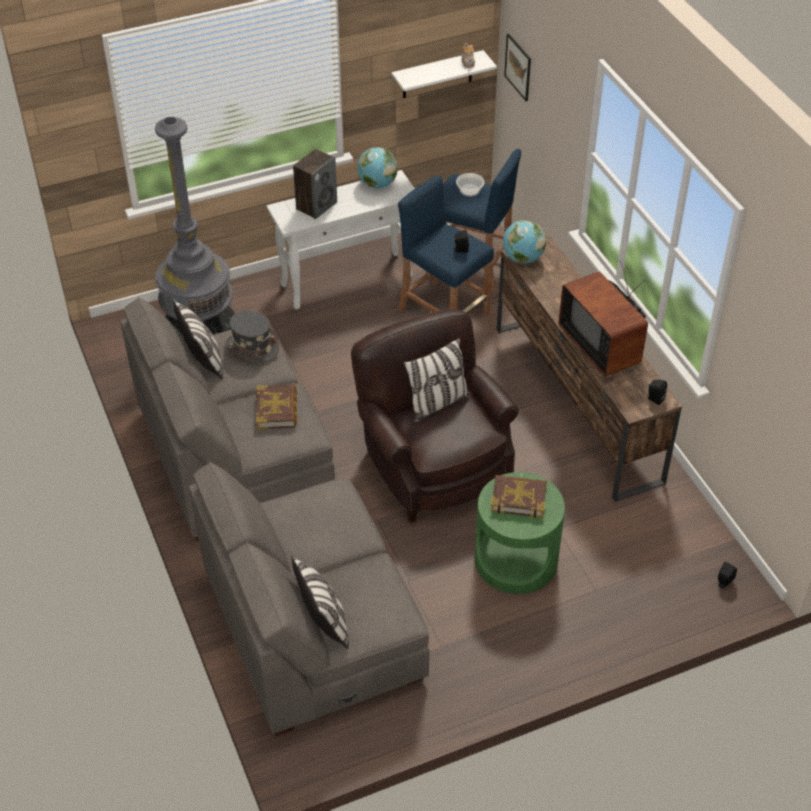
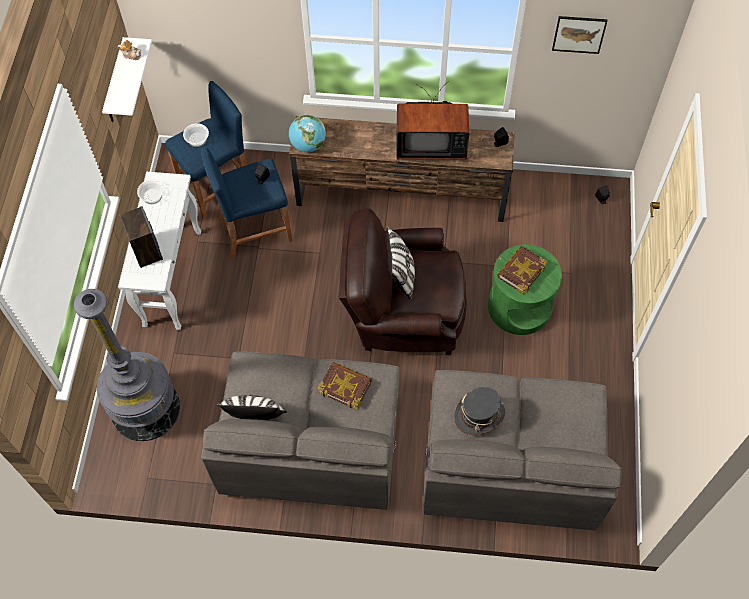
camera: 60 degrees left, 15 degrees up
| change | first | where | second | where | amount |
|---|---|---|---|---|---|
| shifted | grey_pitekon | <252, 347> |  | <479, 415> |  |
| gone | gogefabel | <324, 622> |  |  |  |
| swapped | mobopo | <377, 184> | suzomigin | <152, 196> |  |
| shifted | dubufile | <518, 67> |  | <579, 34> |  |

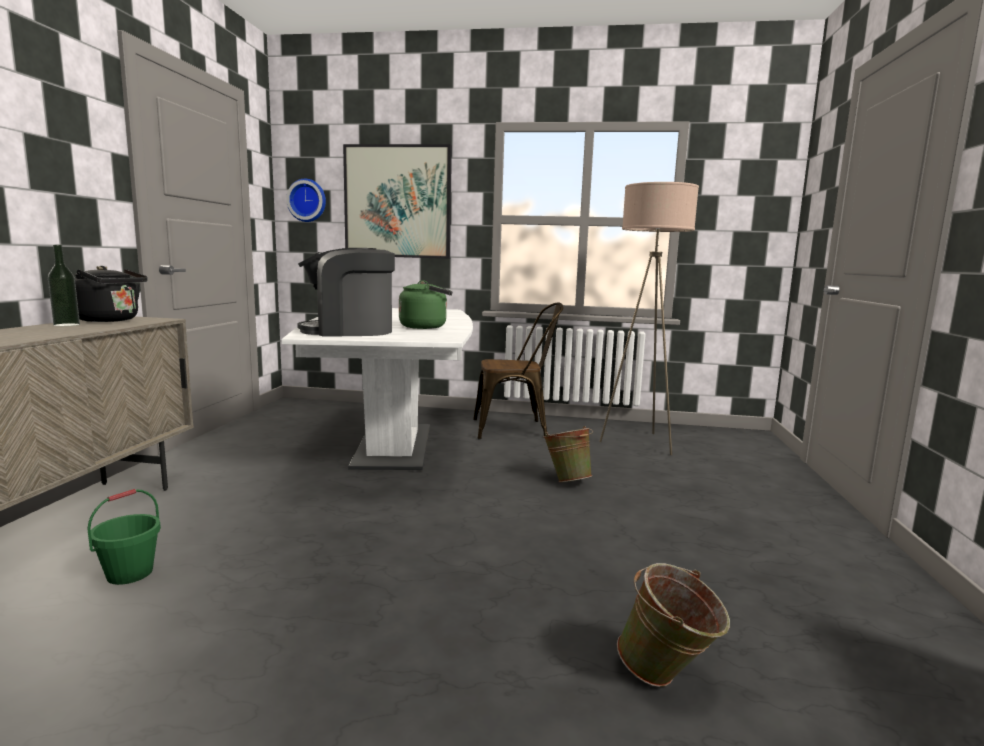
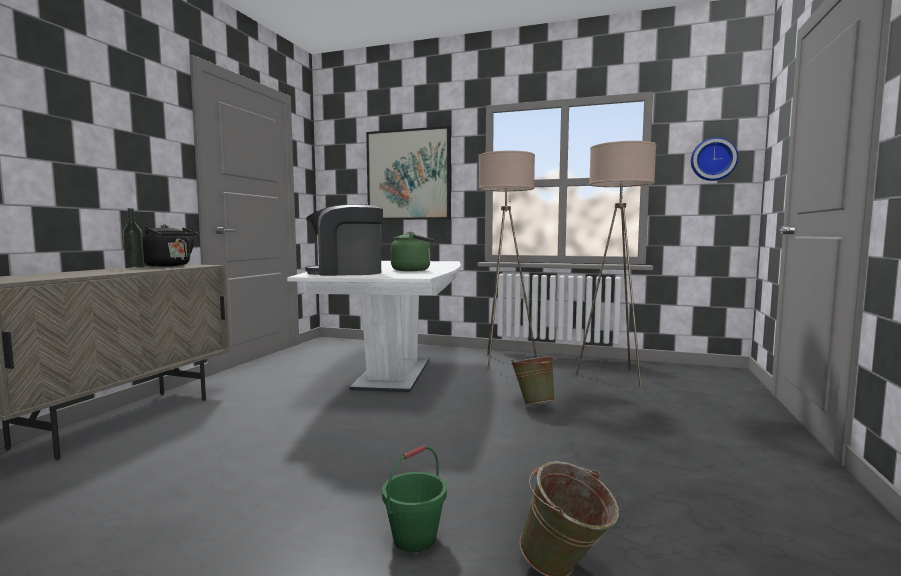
camera: 10 degrees right, 5 degrees down
| change | first | where | second | where | amount |
|---|---|---|---|---|---|
| shifted | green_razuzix | <130, 574> |  | <415, 539> |  |
| shifted | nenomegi | <307, 200> |  | <713, 159> |  |
| swapped | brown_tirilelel | <516, 428> | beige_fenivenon | <504, 362> |  |

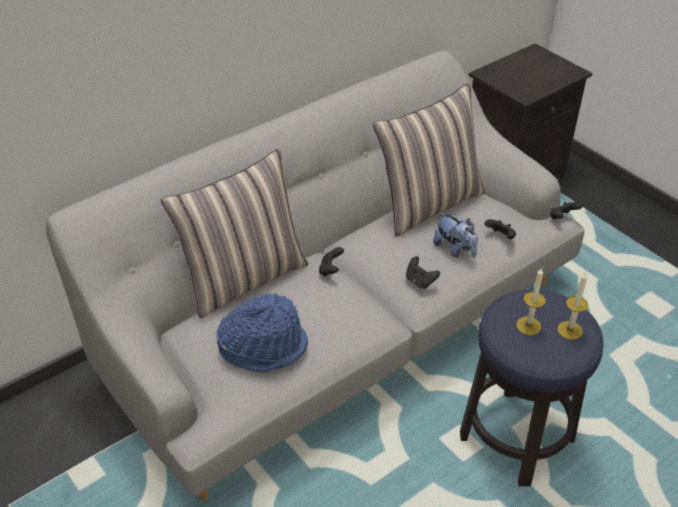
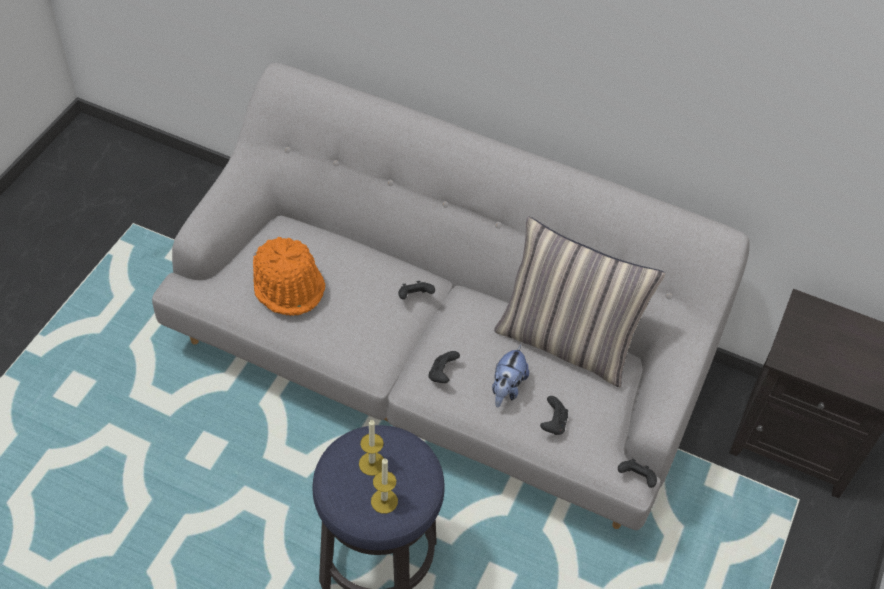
camera: 60 degrees right, 10 degrees up
| change | first | where | second | where | amount |
|---|---|---|---|---|---|
| gone | gogefabel | <244, 278> |  |  |  |
| repainted | blue_pitekon | <264, 346> | orange_pitekon | <289, 286> |  |

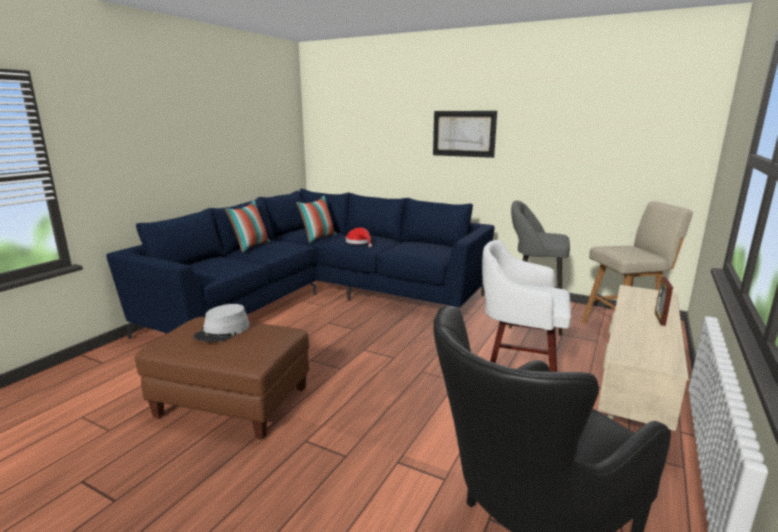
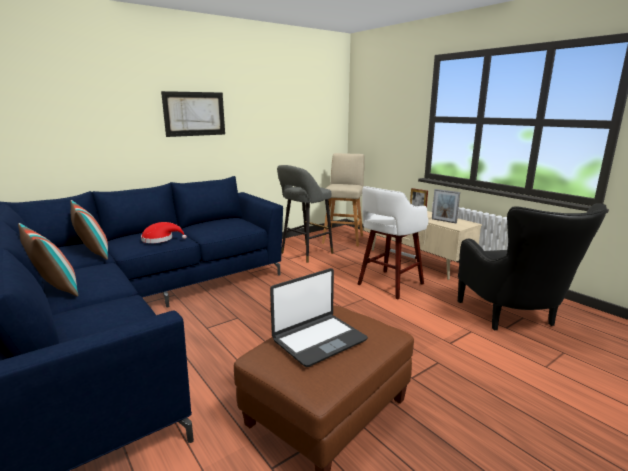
camera: 65 degrees left, 0 degrees up
| change | first | where | second | where | amount |
|---|---|---|---|---|---|
| swapped | grey_pitekon | <223, 331> | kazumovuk | <318, 340> |  |
| new |  |  | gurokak | <443, 221> |  |

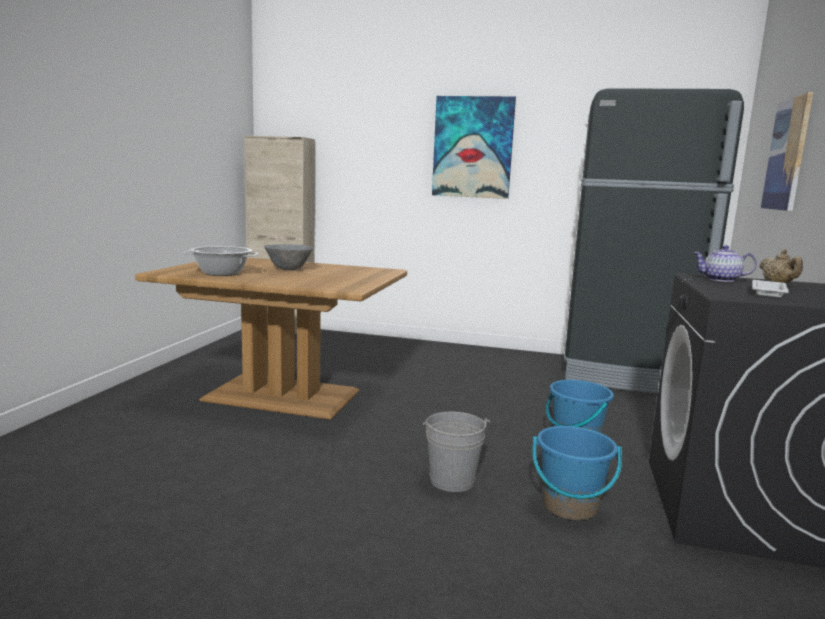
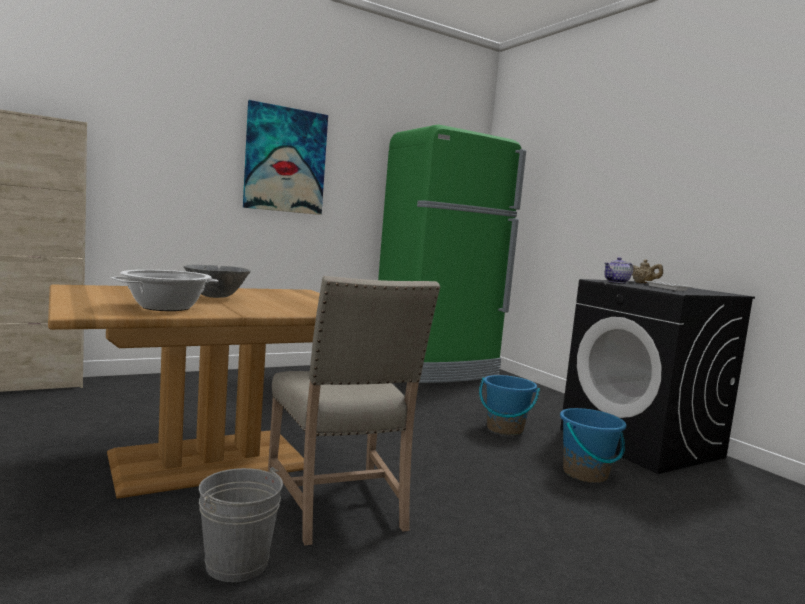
camera: 45 degrees left, 5 degrees down
| change | first | where | second | where | amount |
|---|---|---|---|---|---|
| shifted | grey_razuzix | <452, 480> |  | <236, 564> |  |
| repainted | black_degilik | <627, 375> | green_degilik | <436, 370> |  |
| gone | dubufile | <787, 155> |  |  |  |
| new |  |  | beige_tirilelel | <339, 506> |  |

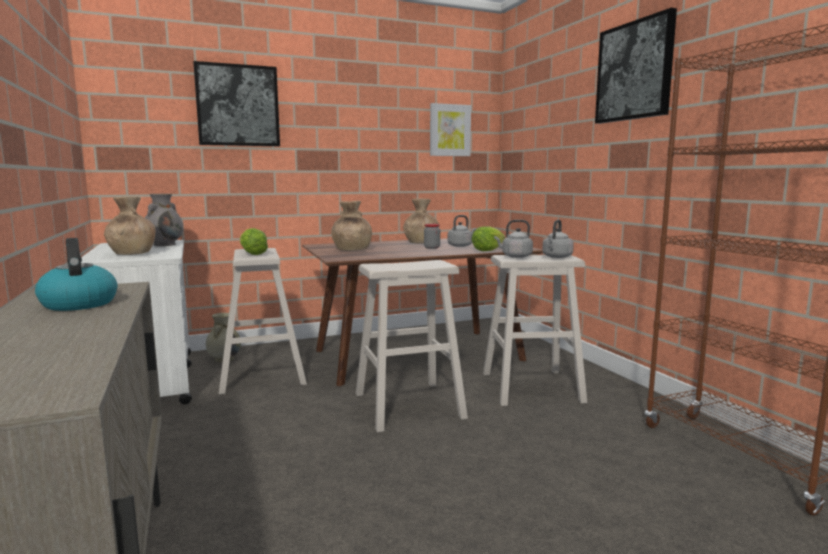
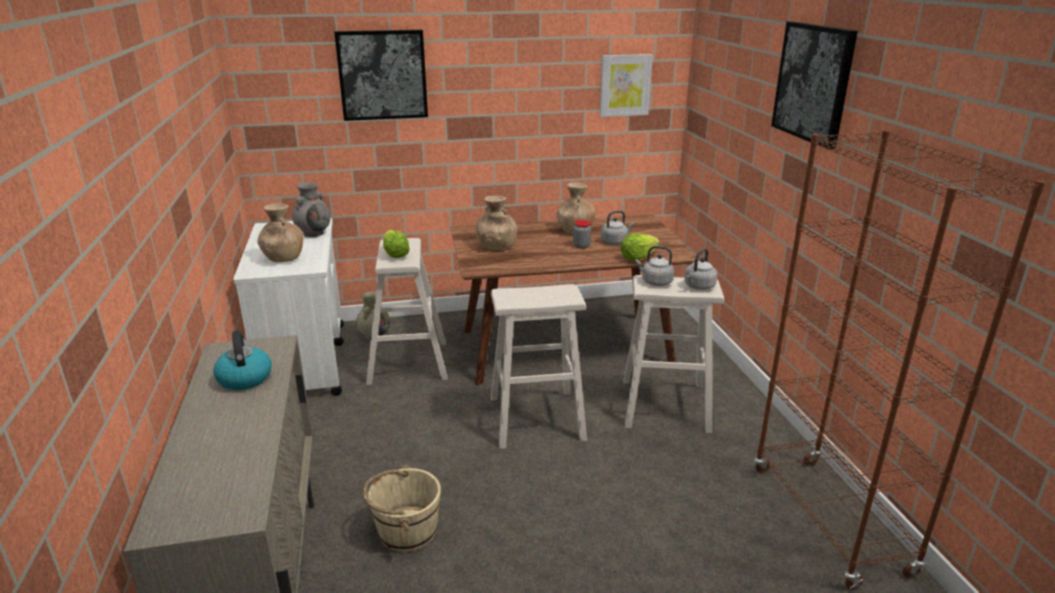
camera: 10 degrees right, 15 degrees up
| change | first | where | second | where | amount |
|---|---|---|---|---|---|
| new |  |  | beige_razuzix | <406, 531> |  |

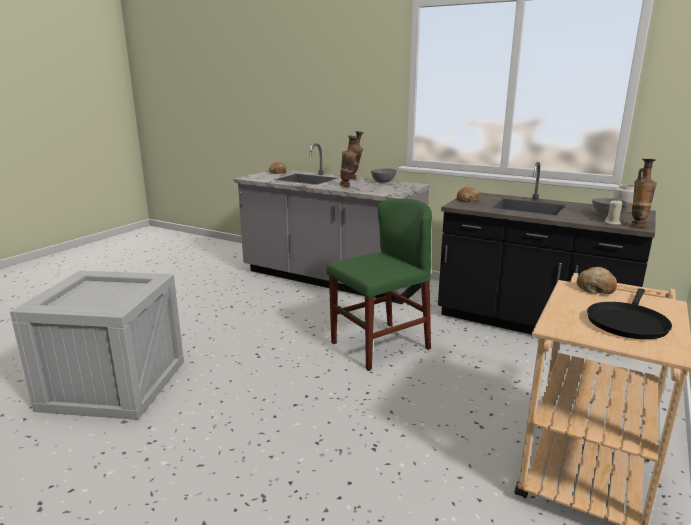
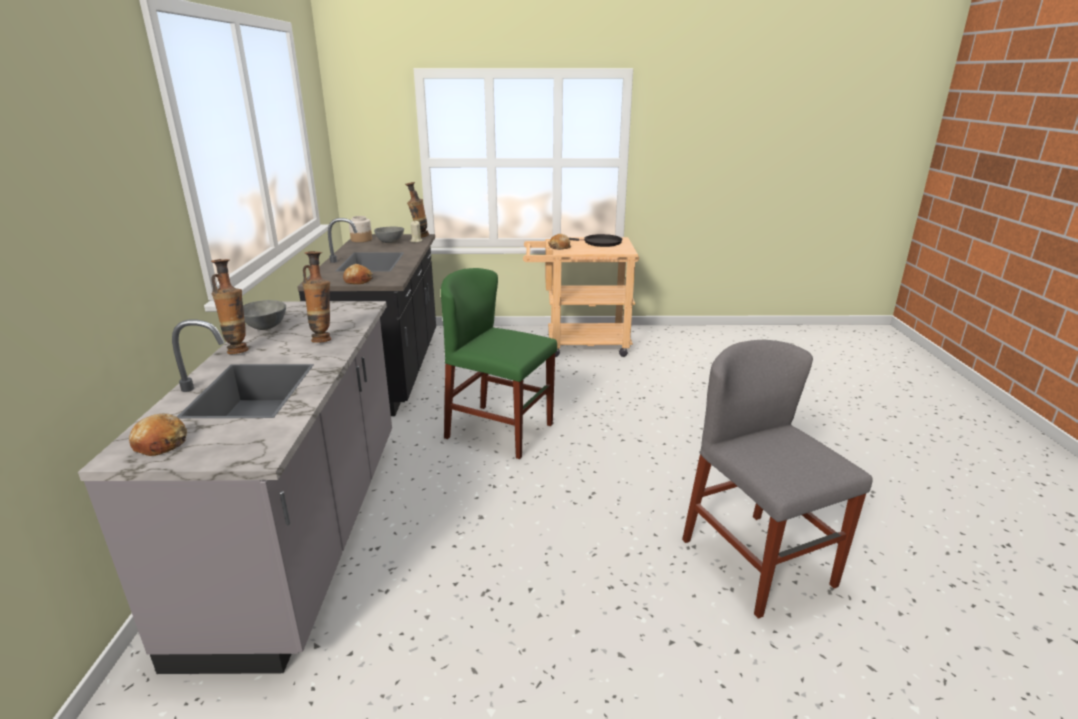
camera: 120 degrees left, 5 degrees up
| change | first | where | second | where | amount |
|---|---|---|---|---|---|
| swapped | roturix | <115, 386> | grey_tirilelel | <757, 562> |  |

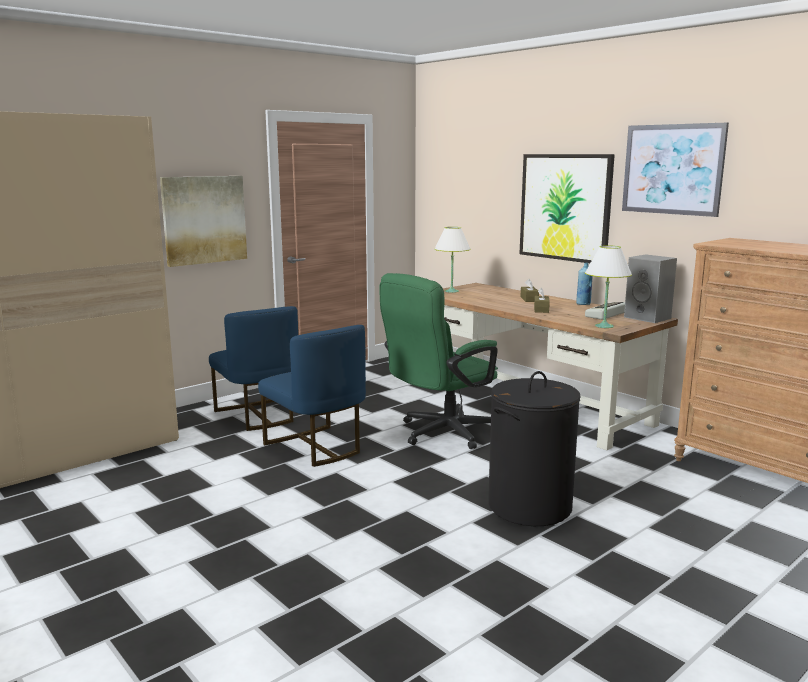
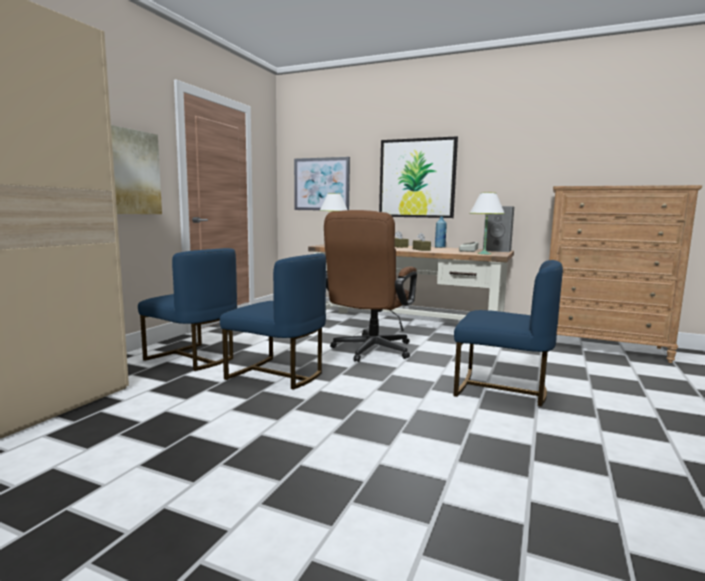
camera: 25 degrees left, 5 degrees down
| change | first | where | second | where | amount |
|---|---|---|---|---|---|
| repainted | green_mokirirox | <441, 434> | brown_mokirirox | <369, 351> |  |
| swapped | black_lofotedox | <529, 506> | blue_tirilelel | <501, 389> |  |
| shifted | dubufile | <672, 169> |  | <321, 184> |  |

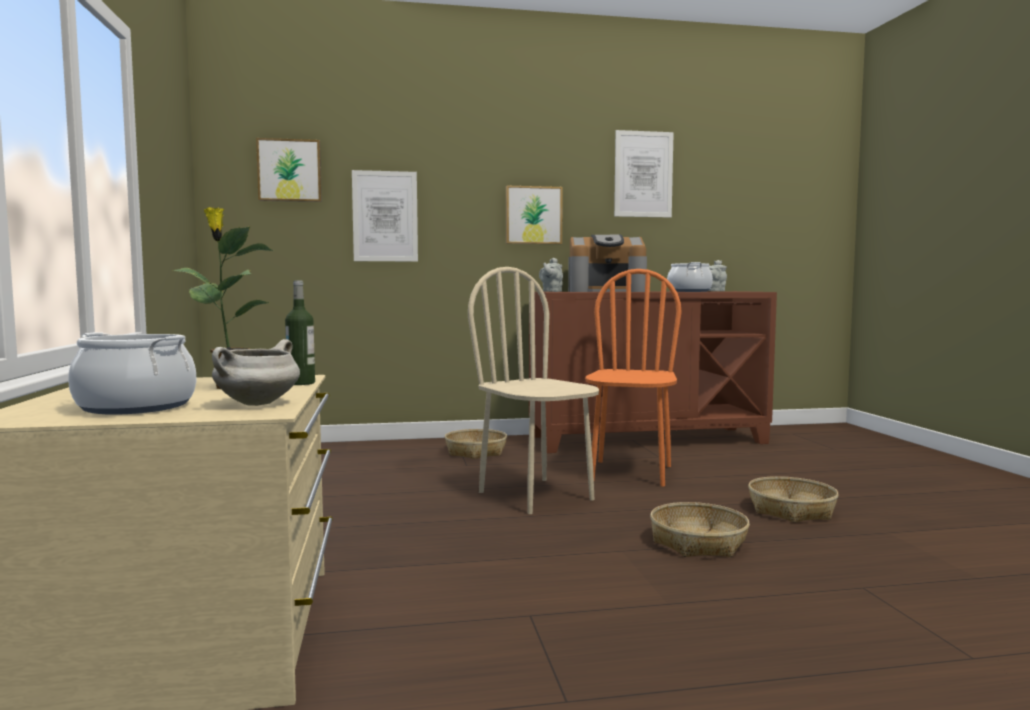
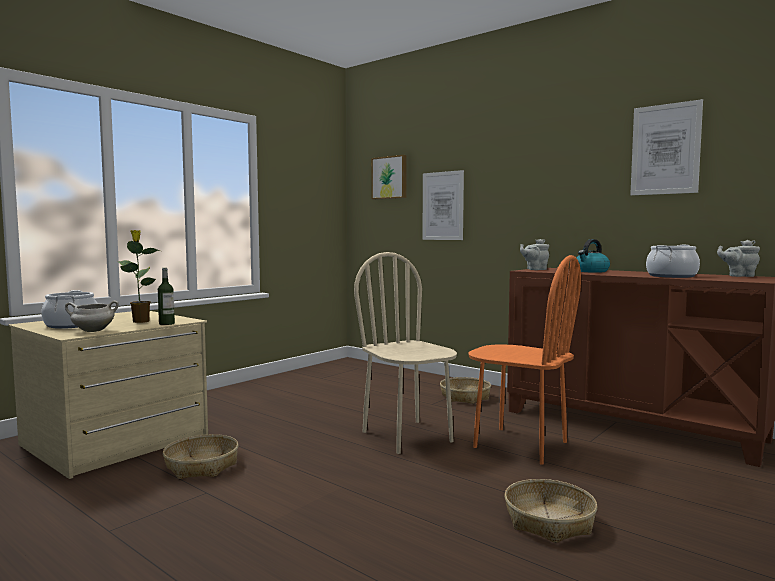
camera: 50 degrees right, 0 degrees up
| change | first | where | second | where | amount |
|---|---|---|---|---|---|
| rotated | beige_tirilelel | <536, 495> |  | <407, 436> | 45 degrees counterclockwise |
| gone | dubufile | <533, 215> |  |  |  |
| swapped | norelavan | <606, 291> | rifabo | <591, 271> |  |
| rotated | orange_tirilelel | <630, 473> |  | <520, 445> | 60 degrees clockwise |
| shifted | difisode | <698, 542> |  | <202, 466> |  |

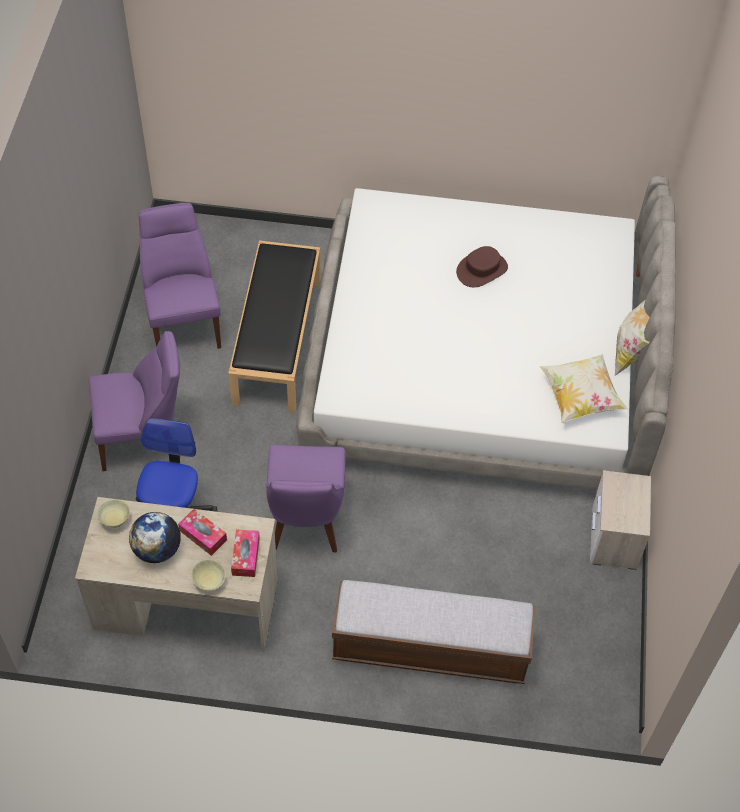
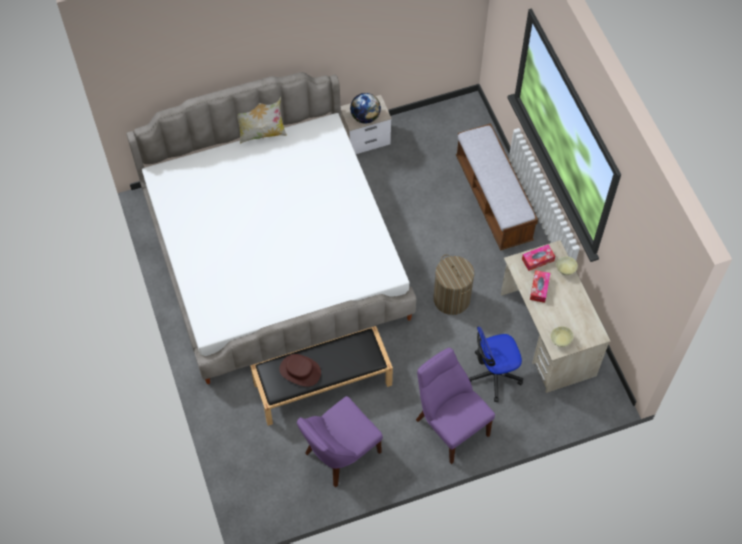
camera: 115 degrees left, 5 degrees up
| change | first | where | second | where | amount |
|---|---|---|---|---|---|
| shifted | mobopo | <157, 549> |  | <365, 117> |  |
| swapped | purple_tirilelel | <305, 520> | lofotedox | <451, 299> |  |
| shifted | brown_pitekon | <481, 269> |  | <300, 371> |  |
| gone | gogefabel | <580, 398> |  |  |  |

